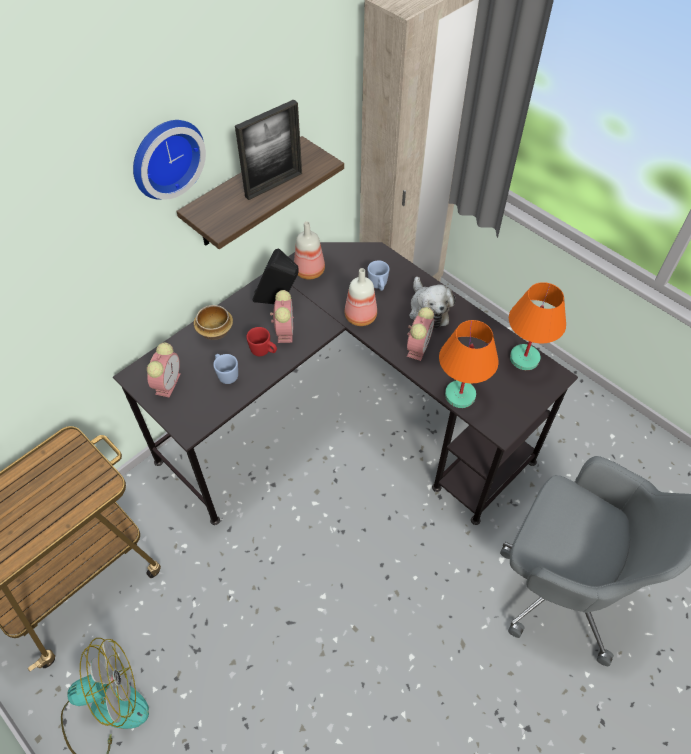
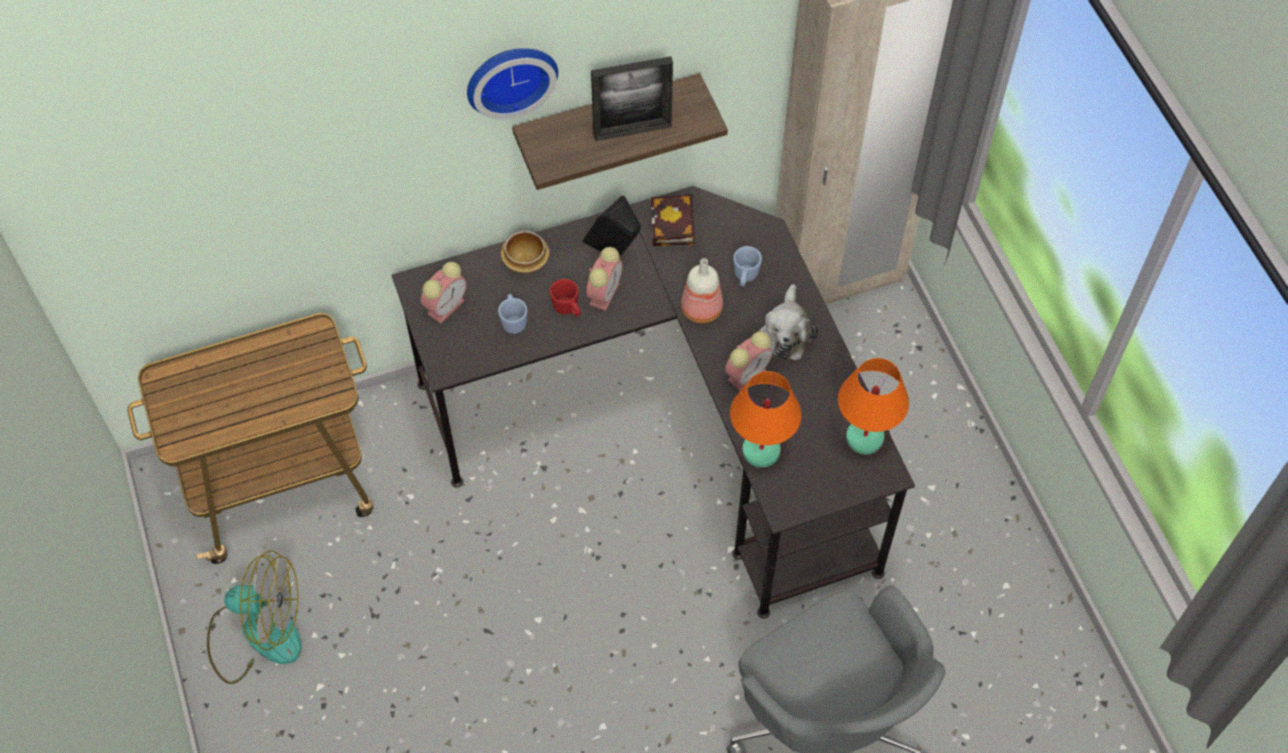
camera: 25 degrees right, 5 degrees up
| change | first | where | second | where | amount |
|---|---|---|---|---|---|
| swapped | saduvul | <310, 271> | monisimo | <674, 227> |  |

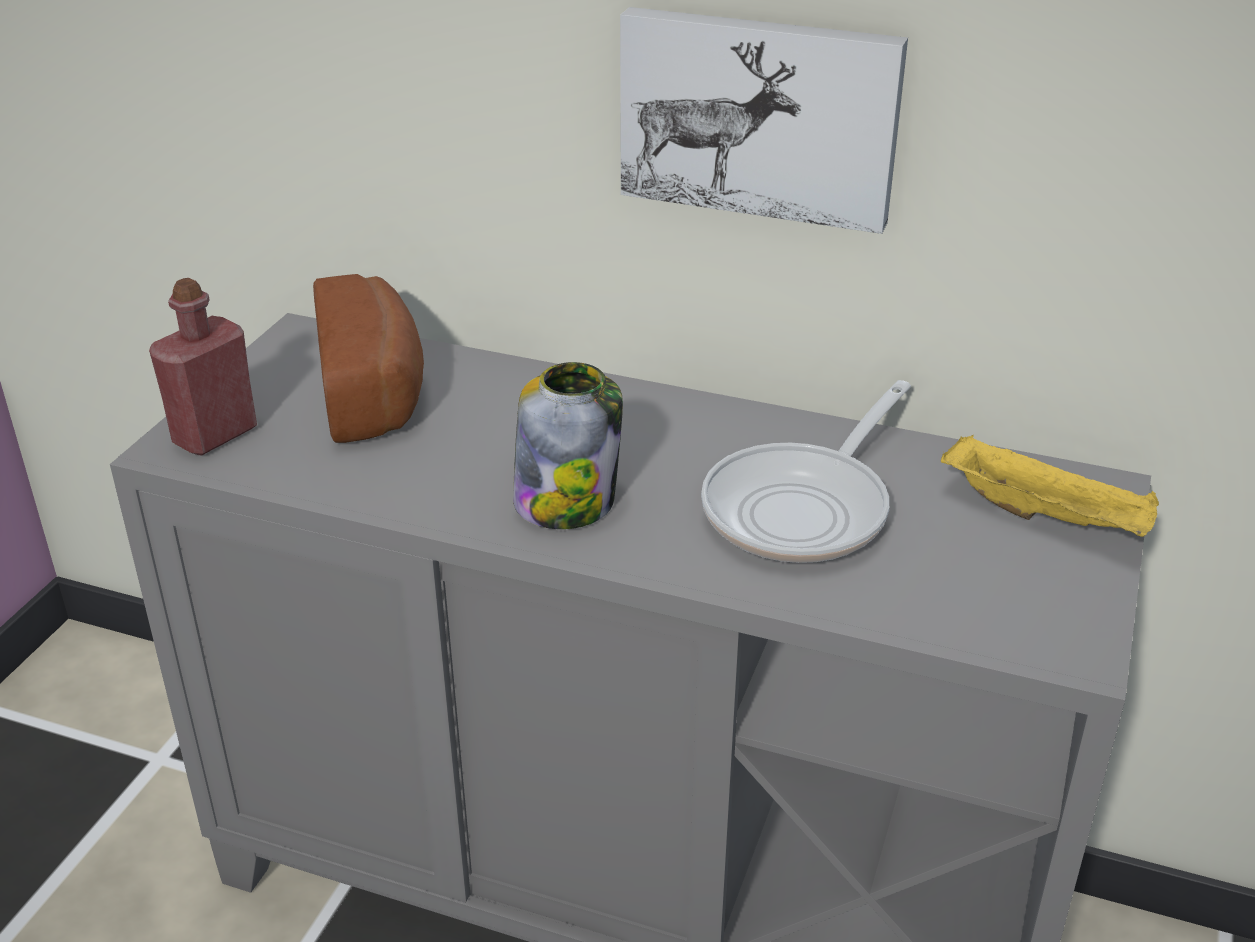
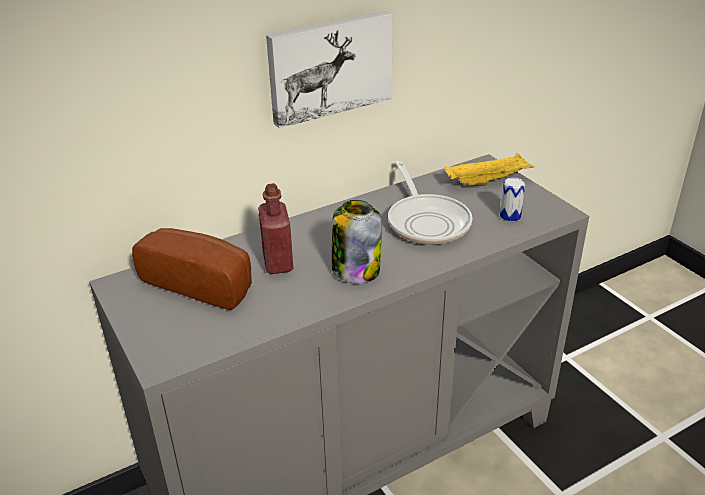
camera: 50 degrees left, 0 degrees up
| change | first | where | second | where | amount |
|---|---|---|---|---|---|
| shifted | red_saduvul | <215, 435> |  | <278, 262> |  |
| new |  |  | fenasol | <510, 216> |  |

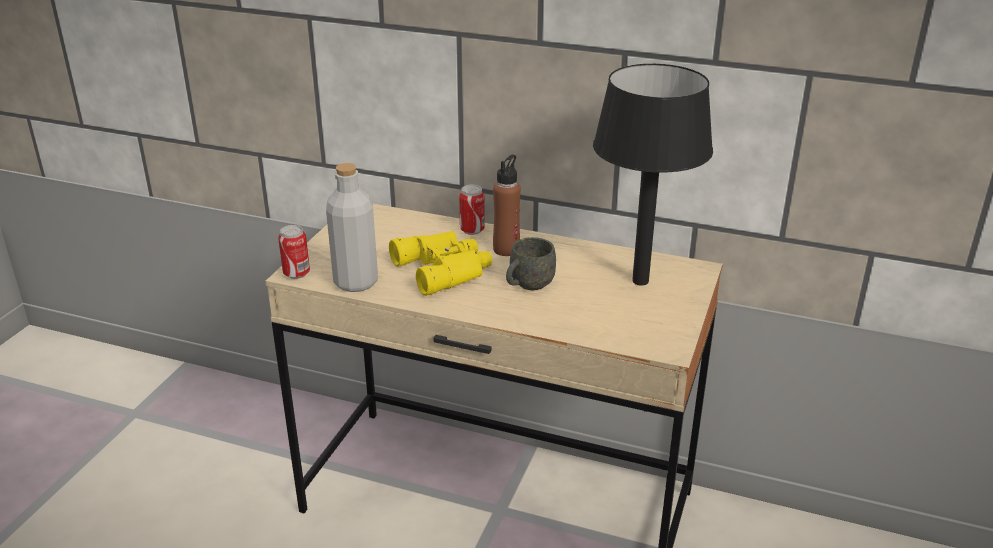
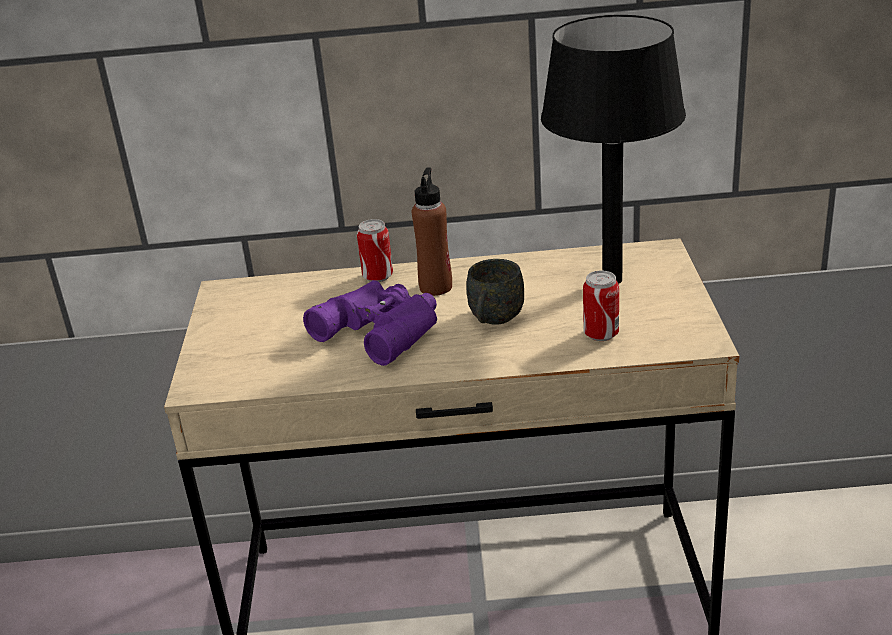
camera: 20 degrees left, 0 degrees up
| change | first | where | second | where | amount |
|---|---|---|---|---|---|
| shifted | fenasol | <296, 273> |  | <601, 334> |  |
| gone | grey_saduvul | <356, 282> |  |  |  |
| repainted | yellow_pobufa | <445, 269> | purple_pobufa | <383, 328> |  |

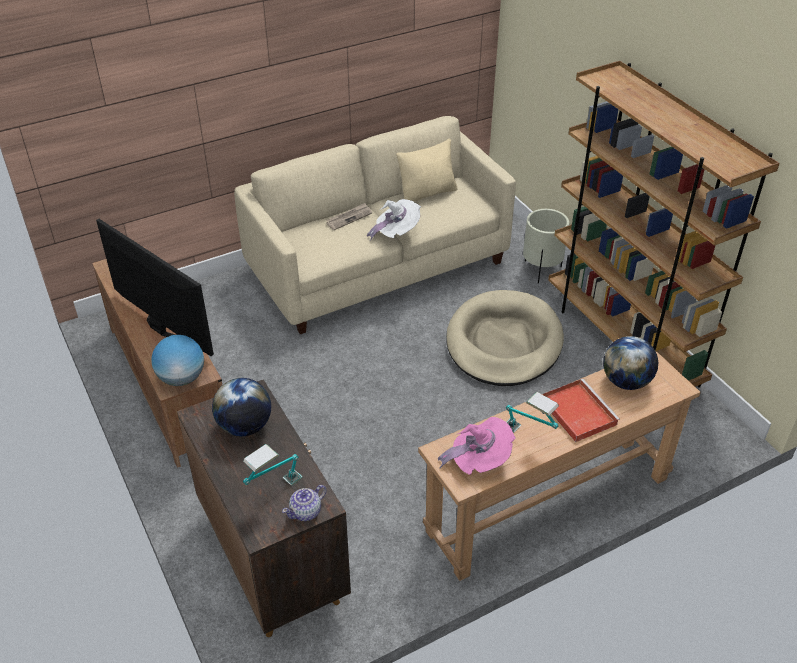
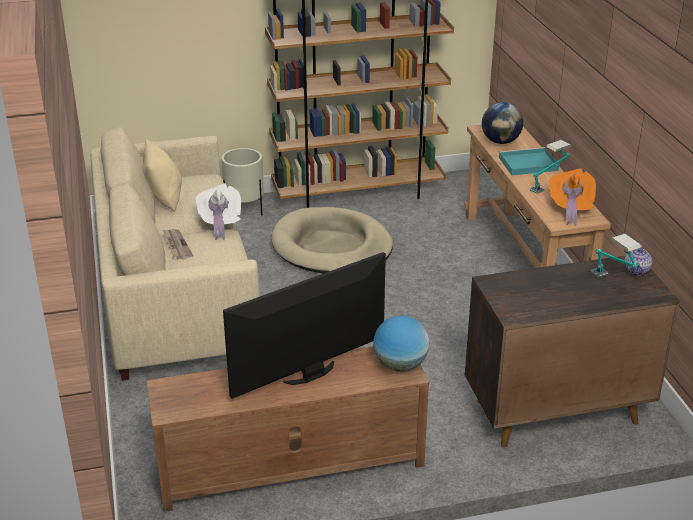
camera: 75 degrees left, 10 degrees down
| change | first | where | second | where | amount |
|---|---|---|---|---|---|
| gone | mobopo | <245, 426> |  |  |  |
| rotated | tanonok | <306, 512> |  | <637, 270> | 45 degrees clockwise |
| repainted | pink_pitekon | <479, 460> | orange_pitekon | <570, 208> |  |
| repainted | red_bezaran | <577, 411> | turquoise_bezaran | <527, 164> |  |

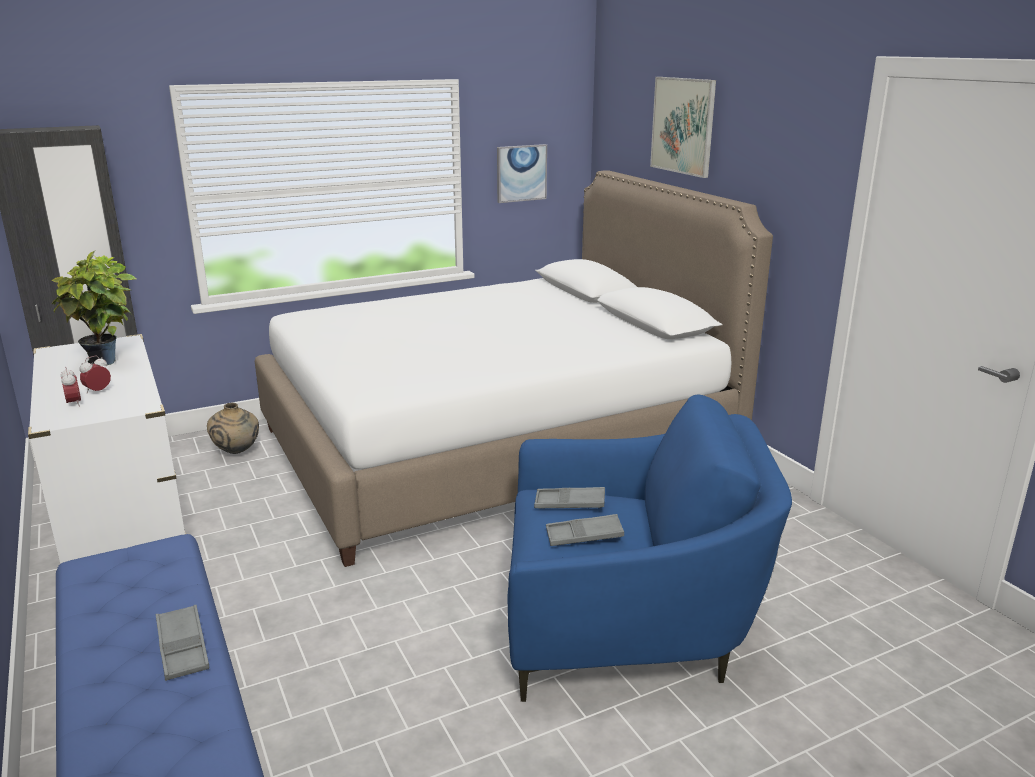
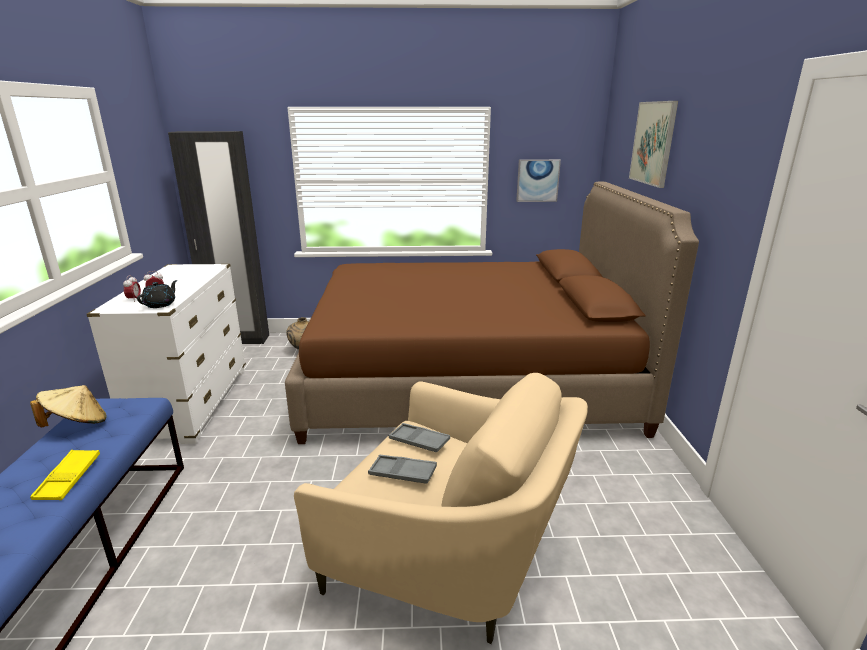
camera: 25 degrees right, 0 degrees up
| change | first | where | second | where | amount |
|---|---|---|---|---|---|
| gone | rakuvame | <108, 363> |  |  |  |
| repainted | grey_bezaran | <183, 647> | yellow_bezaran | <68, 478> |  |
| repainted | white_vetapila | <495, 445> | brown_vetapila | <466, 379> |  |
| repainted | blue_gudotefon | <626, 626> | beige_gudotefon | <449, 556> |  |
| new |  |  | beige_pitekon | <77, 424> |  |
| new |  |  | black_tanonok | <160, 304> |  |

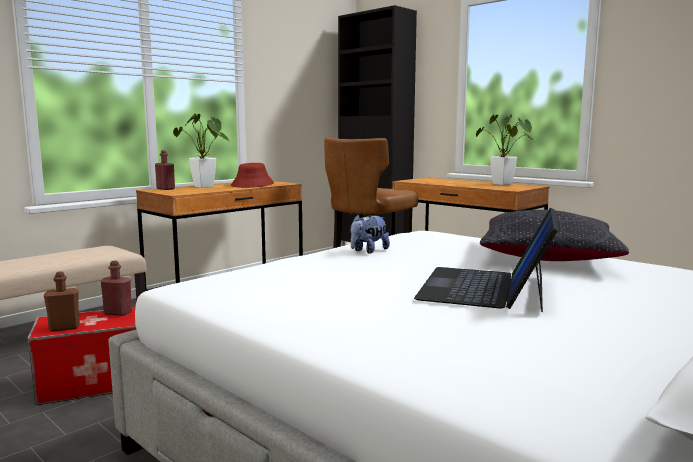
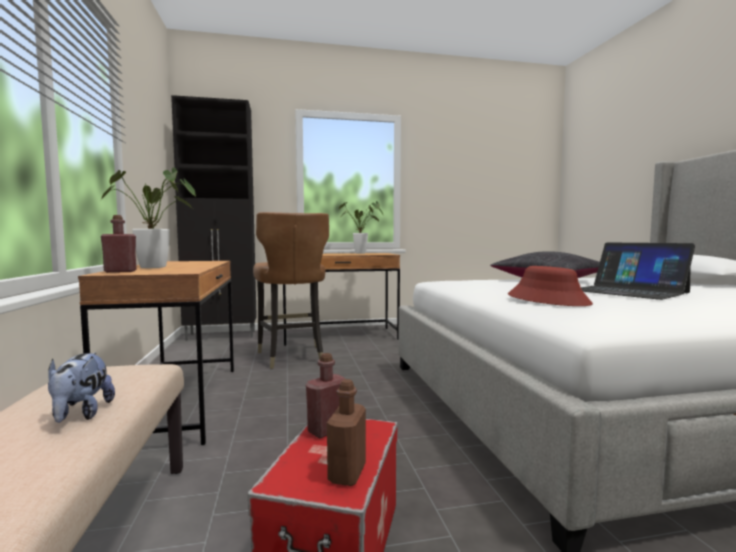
camera: 55 degrees left, 5 degrees down
| change | first | where | second | where | amount |
|---|---|---|---|---|---|
| shifted | red_pitekon | <252, 185> |  | <548, 300> |  |
| shifted | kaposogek | <368, 251> |  | <80, 415> |  |

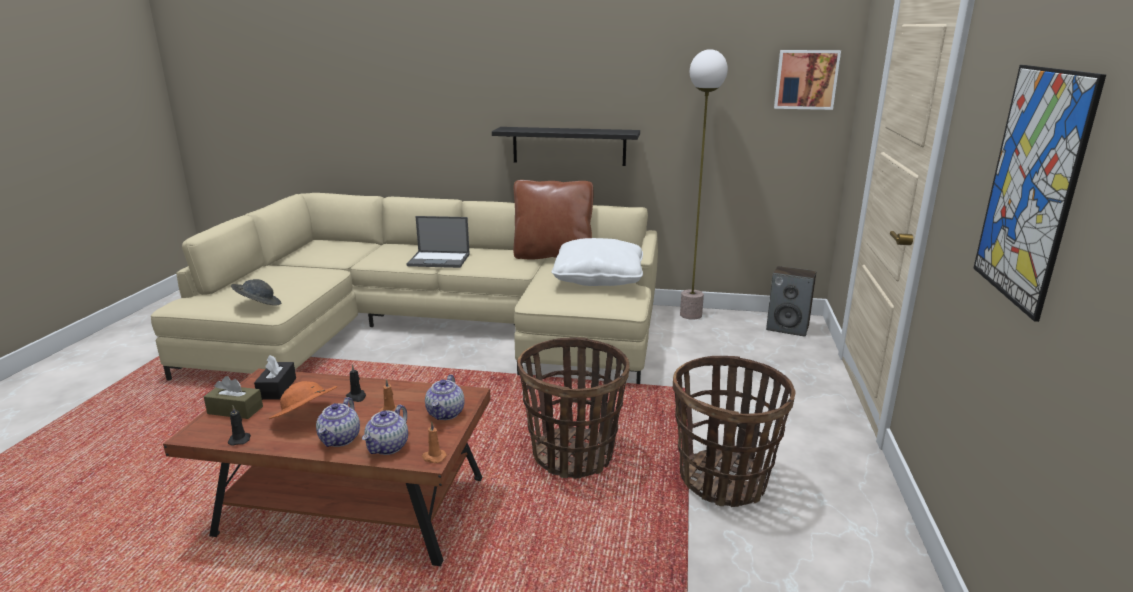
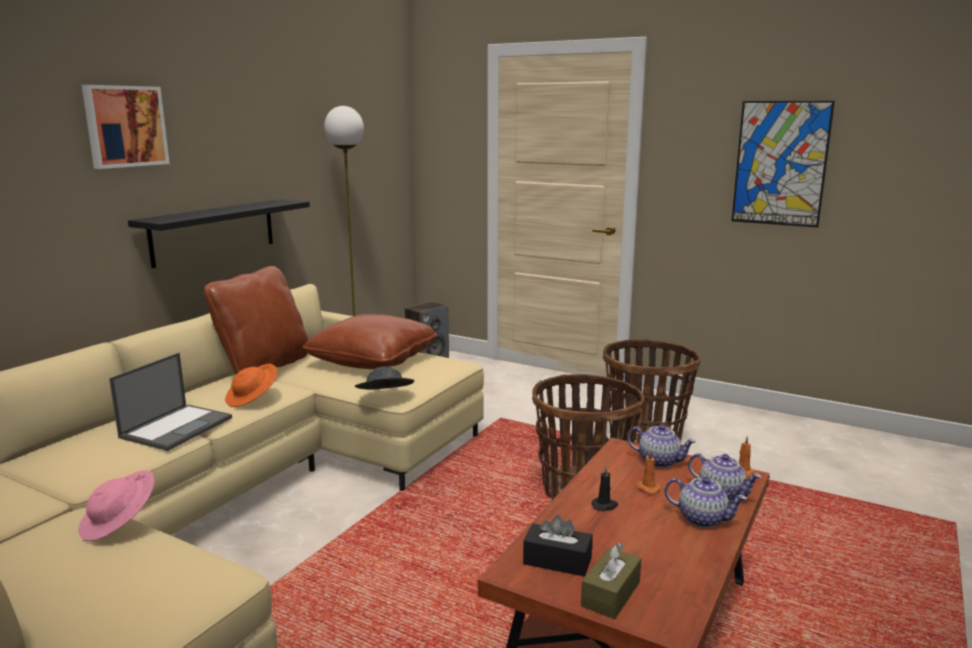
camera: 70 degrees left, 5 degrees down
| change | first | where | second | where | amount |
|---|---|---|---|---|---|
| gone | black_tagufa | <240, 439> |  |  |  |
| shifted | grey_pitekon | <258, 305> |  | <384, 397> |  |
| shifted | orange_pitekon | <305, 417> |  | <252, 399> |  |
| repainted | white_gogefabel | <598, 279> | brown_gogefabel | <373, 361> |  |
| shifted | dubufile | <806, 79> |  | <125, 126> |  |
| new |  |  | pink_pitekon | <120, 523> |  |

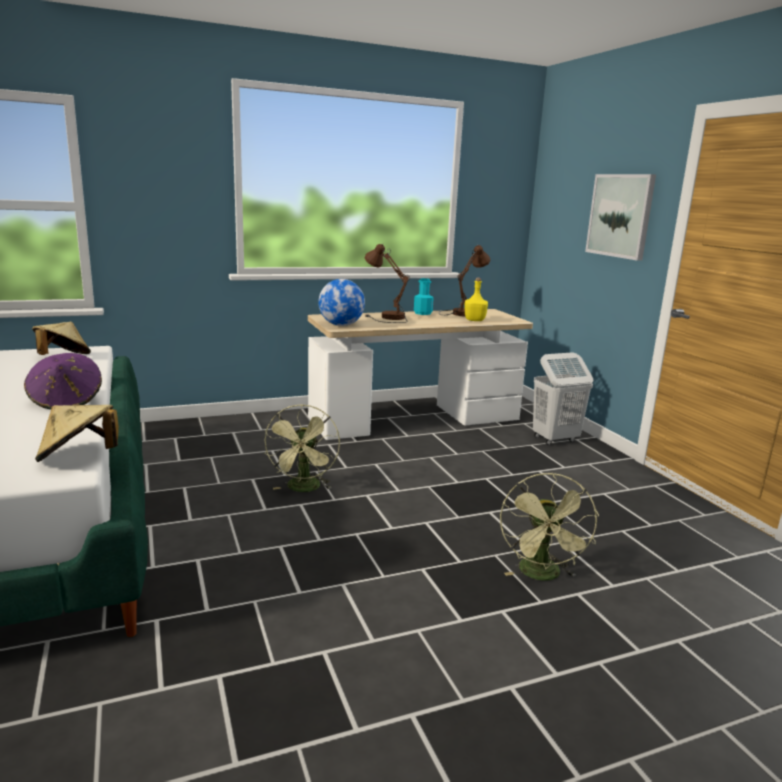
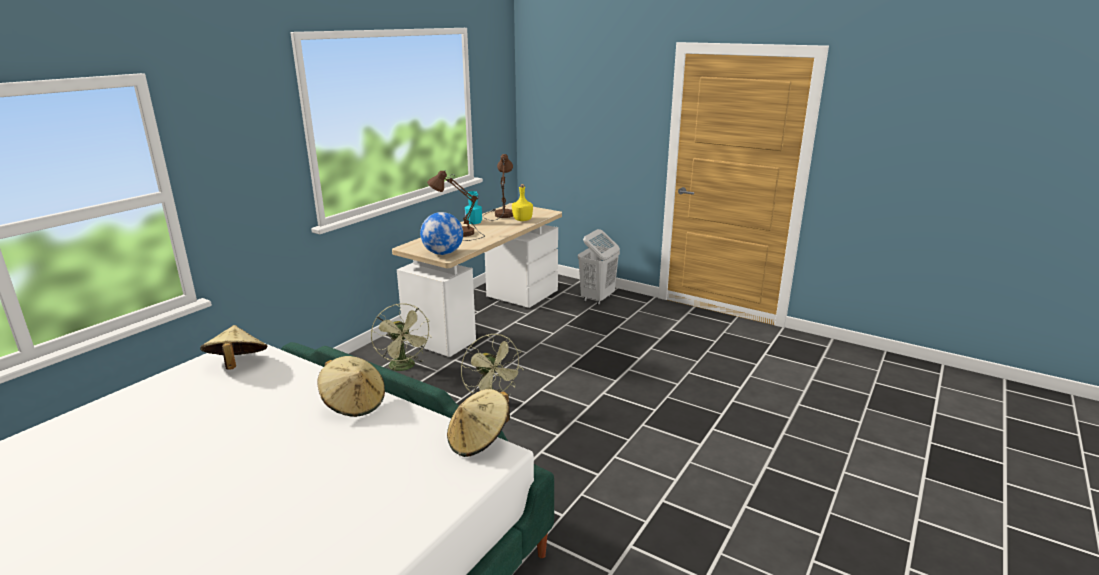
camera: 35 degrees left, 5 degrees up
| change | first | where | second | where | amount |
|---|---|---|---|---|---|
| repainted | purple_pitekon | <66, 401> | beige_pitekon | <354, 403> |  |
| shifted | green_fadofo | <542, 575> |  | <405, 367> |  |
| gone | dubufile | <620, 216> |  |  |  |

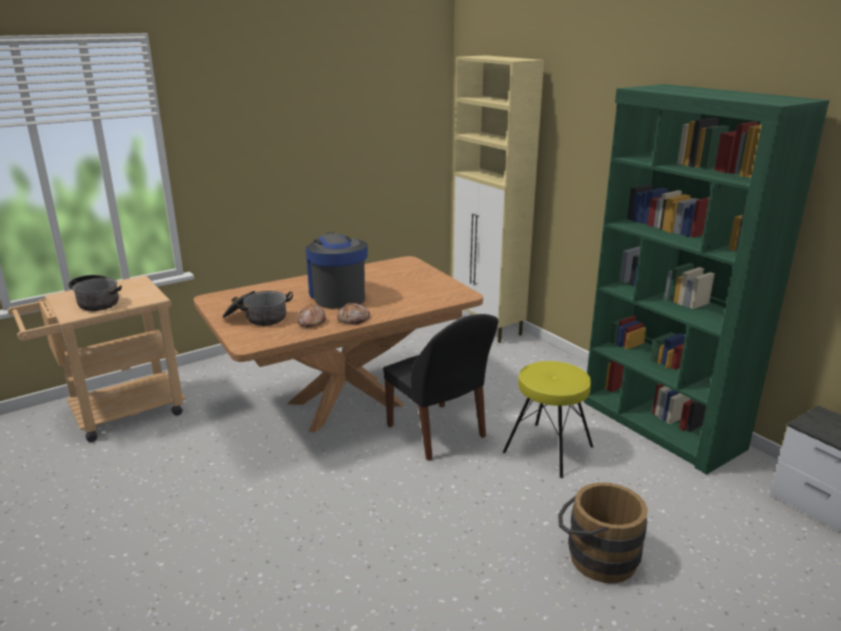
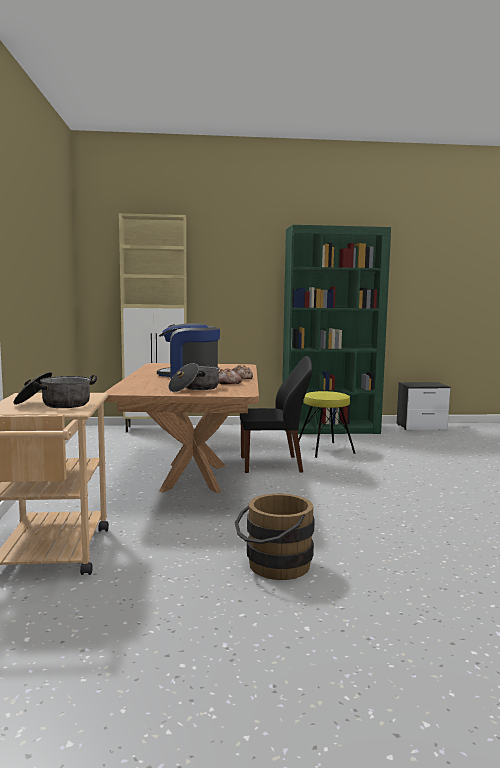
camera: 60 degrees left, 15 degrees down
| change | first | where | second | where | amount |
|---|---|---|---|---|---|
| shifted | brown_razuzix | <596, 556> |  | <273, 566> |  |

